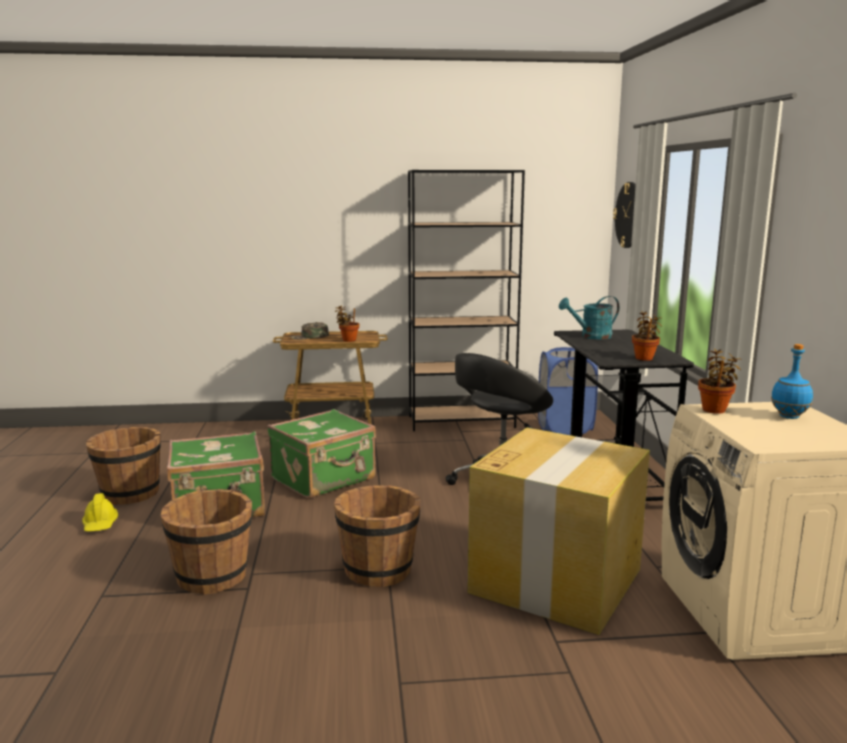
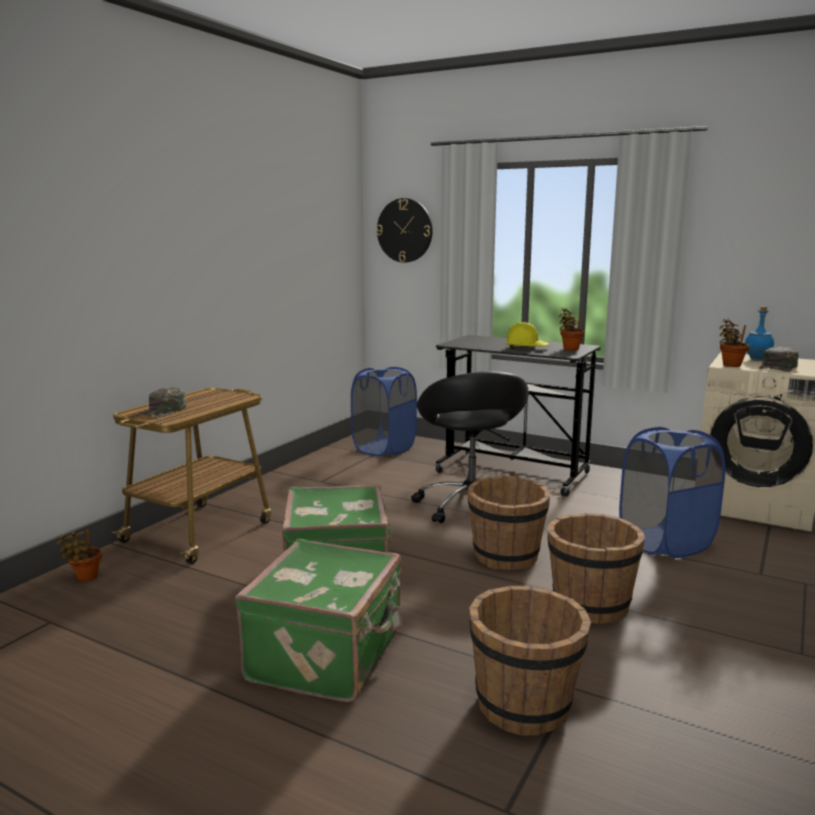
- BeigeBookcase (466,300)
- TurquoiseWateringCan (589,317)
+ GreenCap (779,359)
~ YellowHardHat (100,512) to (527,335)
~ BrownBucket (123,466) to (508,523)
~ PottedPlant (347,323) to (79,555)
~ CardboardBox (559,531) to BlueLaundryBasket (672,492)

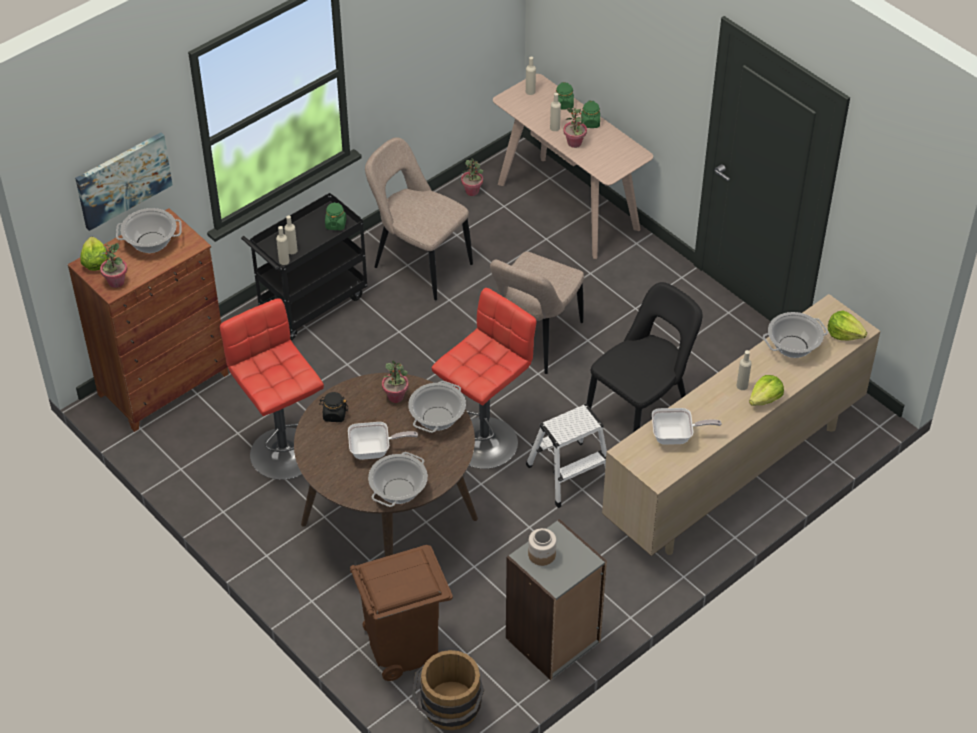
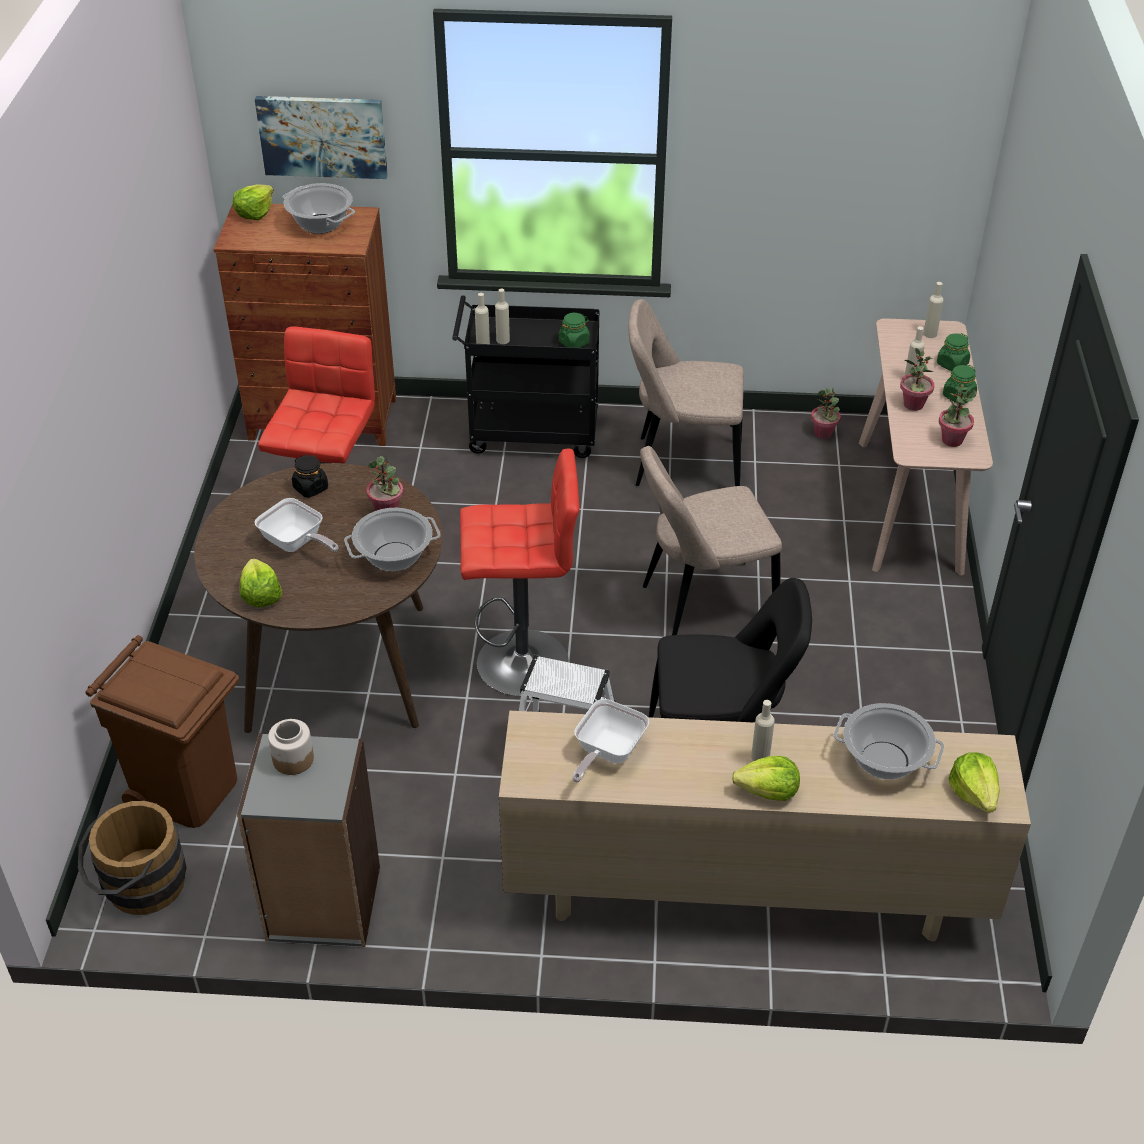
~ PottedPlant (113,265) to (957,415)
~ CookingPot (398,479) to Lettuce (261,582)
~ BeigeChair (419,218) = (686,392) 75 degrees counterclockwise
~ FryingPan (687,426) = (610,741) 75 degrees clockwise

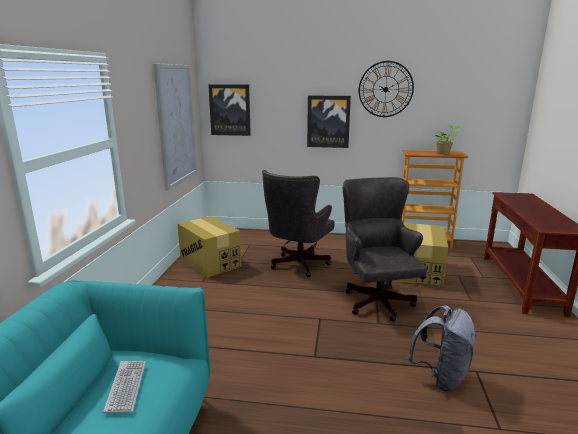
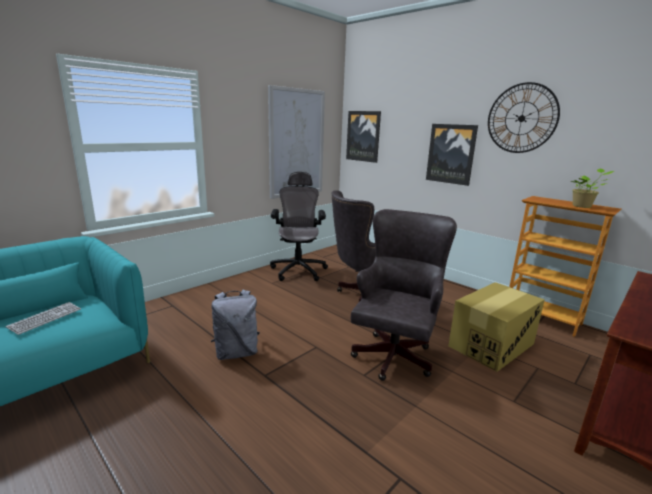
~ GreyBackpack (442,348) to (235,325)
~ CardboardBox (209,247) to OfficeChair (299,226)

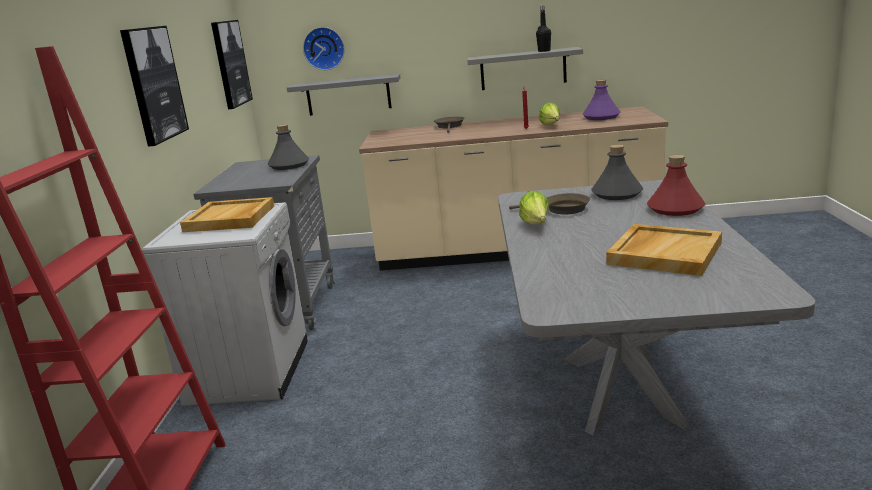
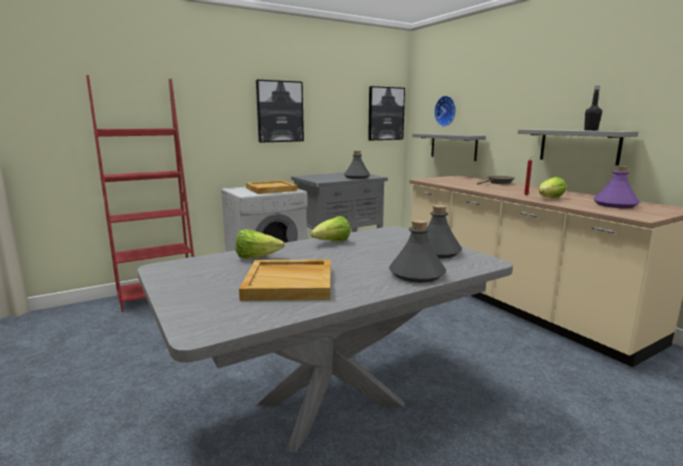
- BrownFryingPan (549,203)
+ Lettuce (260,243)
~ RedBottle (676,185) to GreyBottle (417,251)

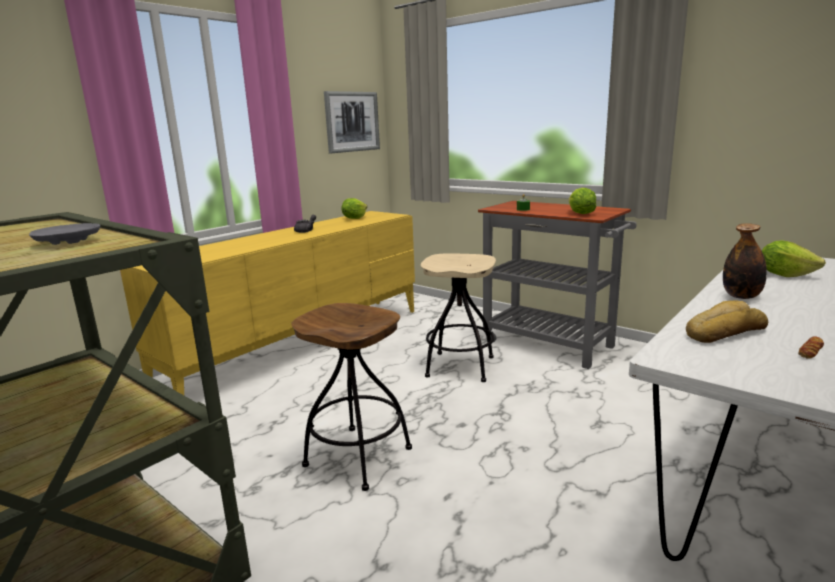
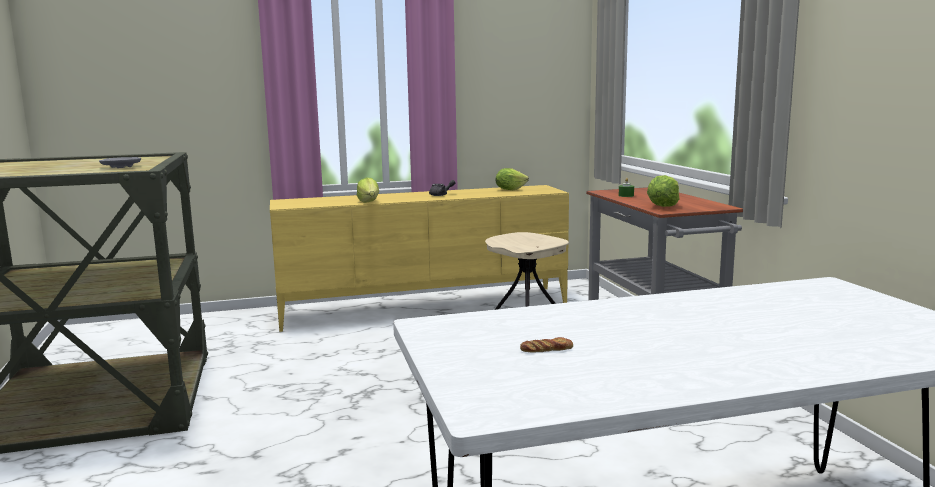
- BrownStool (351,397)
- Picture (352,122)
- Bread (727,321)
- Bottle (745,261)
~ Lettuce (794,258) to (368,190)

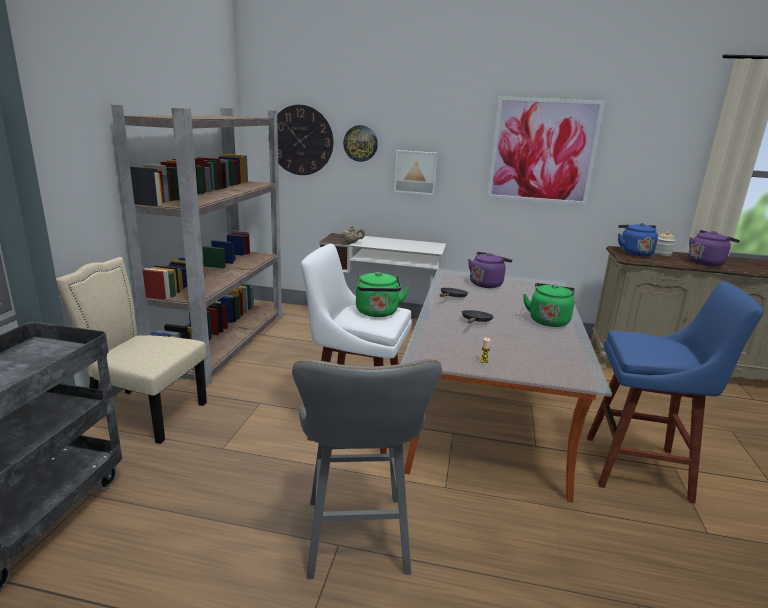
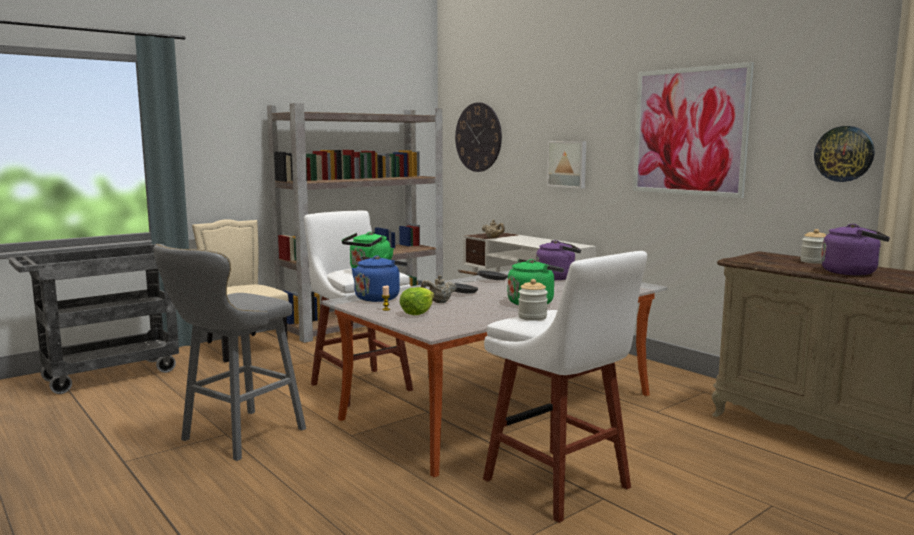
+ Lettuce (416,301)
+ BeigeTeapot (439,289)
+ Jar (533,300)
~ WallClock (360,143) to (844,154)
~ BlueKettle (638,240) to (379,278)
~ BlueStool (675,392) to WhiteStool (565,387)

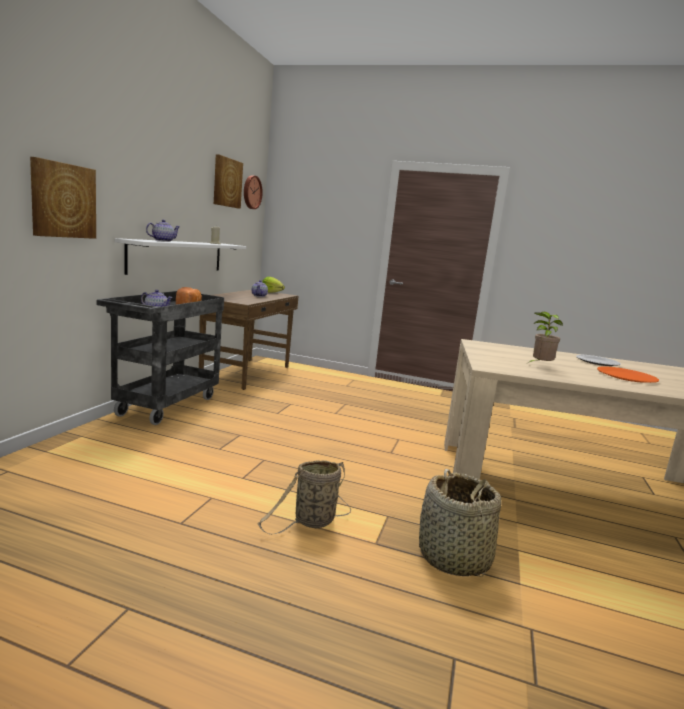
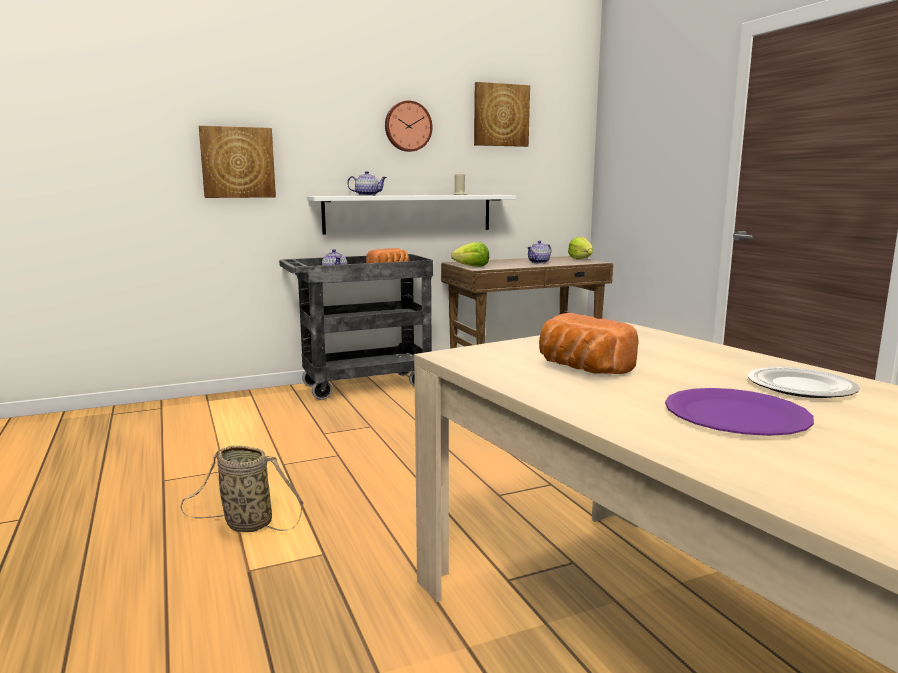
- Basket (460,523)
+ Lettuce (470,254)
~ WallClock (253,192) to (408,126)
~ PottedPlant (545,337) to Bread (589,343)
~ OrangePlate (628,374) to PurplePlate (739,412)

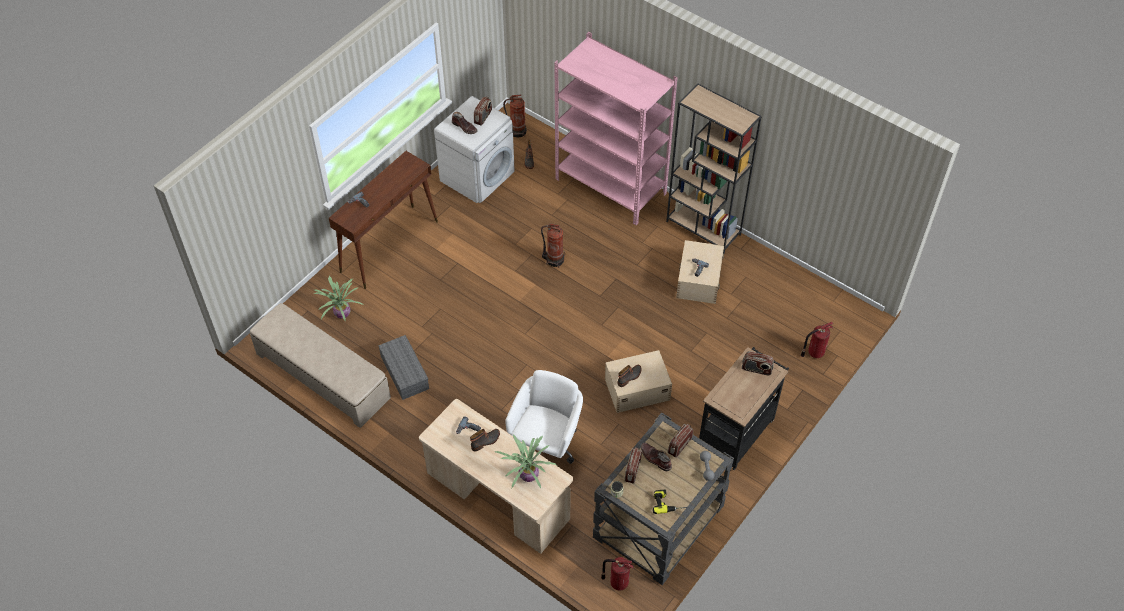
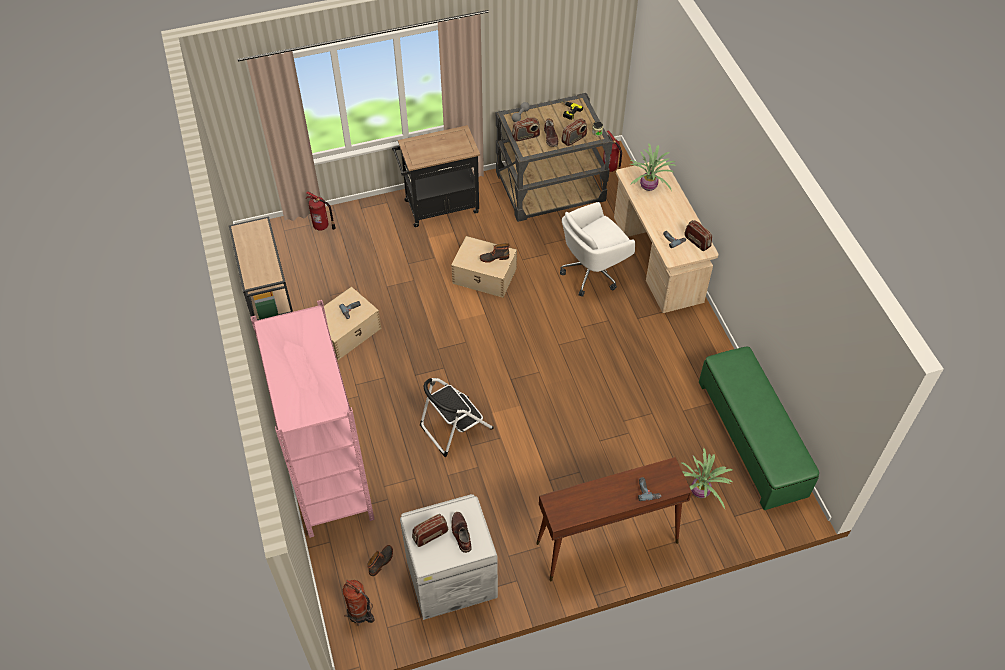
- GreyStorageBox (403,367)
- Boot (485,440)
~ Radio (758,363) to (698,235)
~ FireExtinguisher (553,246) to StepLadder (457,417)
~ BeigeBench (320,365) to GreenBench (759,428)

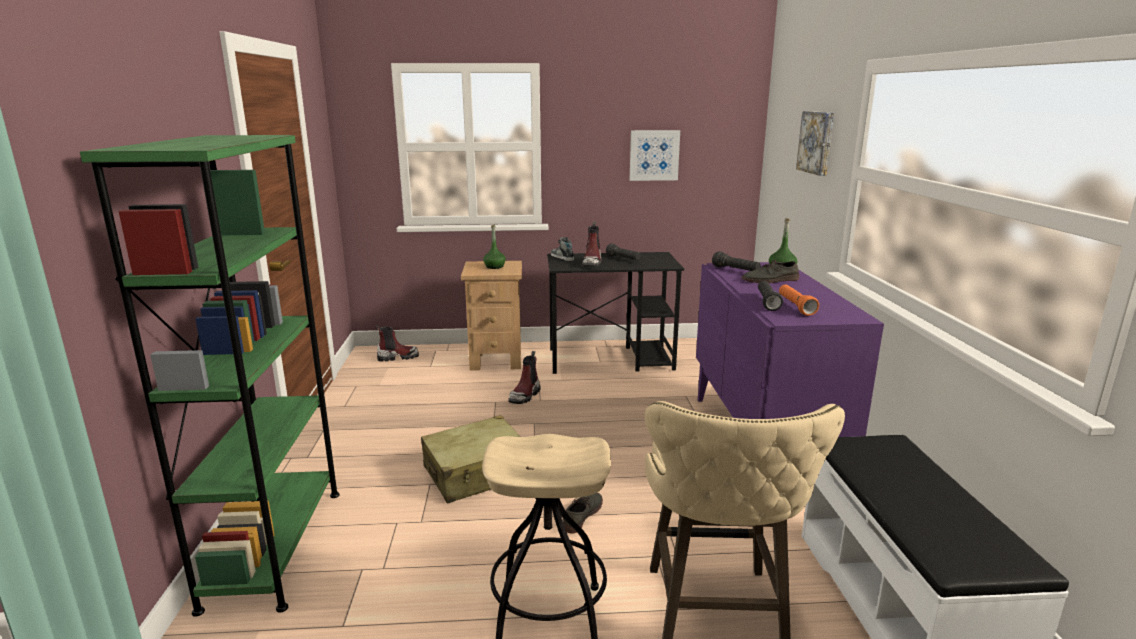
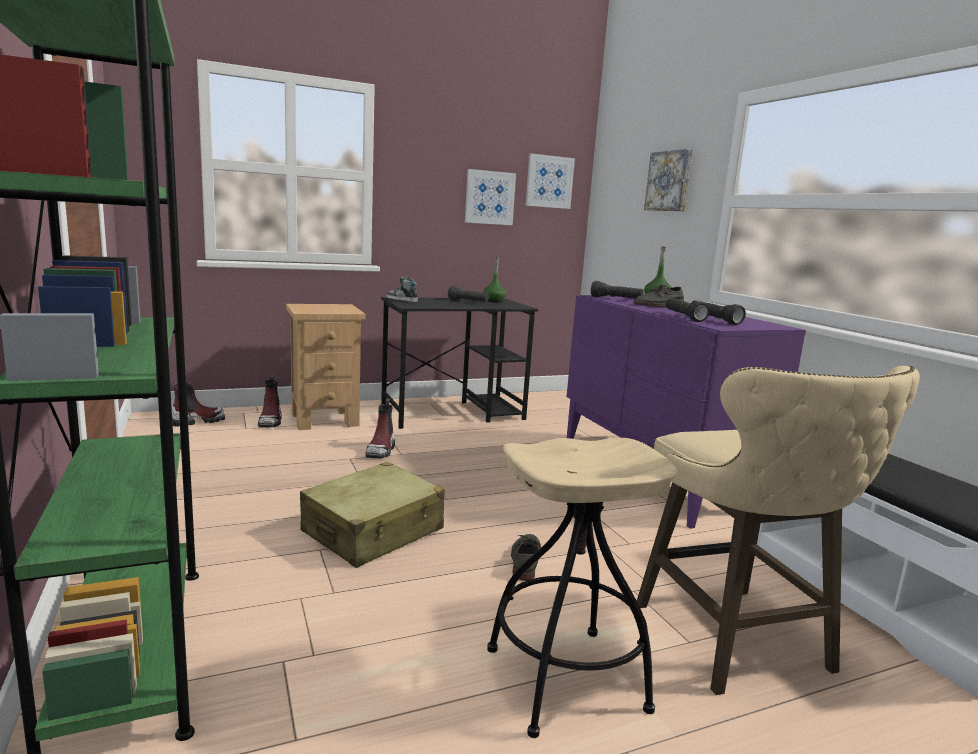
+ Picture (550,181)
~ GreenBottle (494,247) to (494,279)
~ Boot (591,244) to (270,401)
~ OrangeFlashlight (799,300) to BlackFlashlight (718,312)

